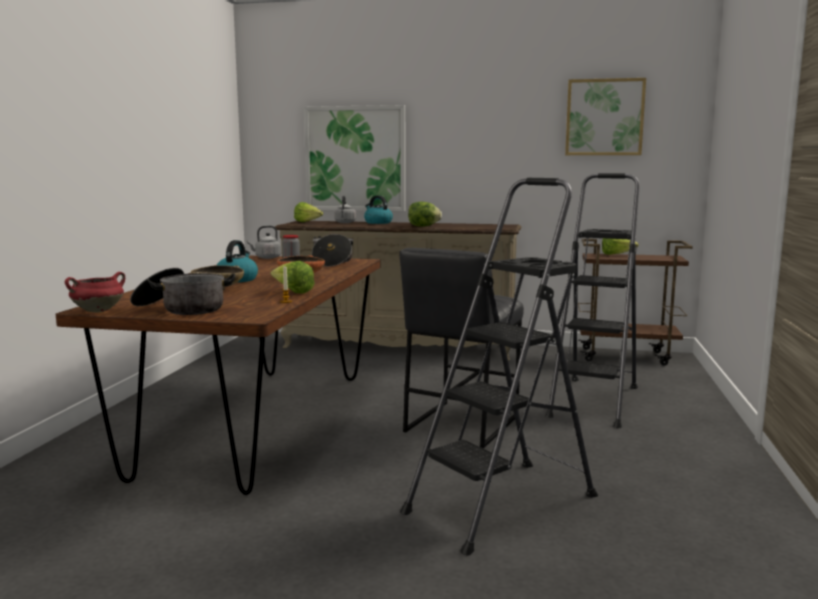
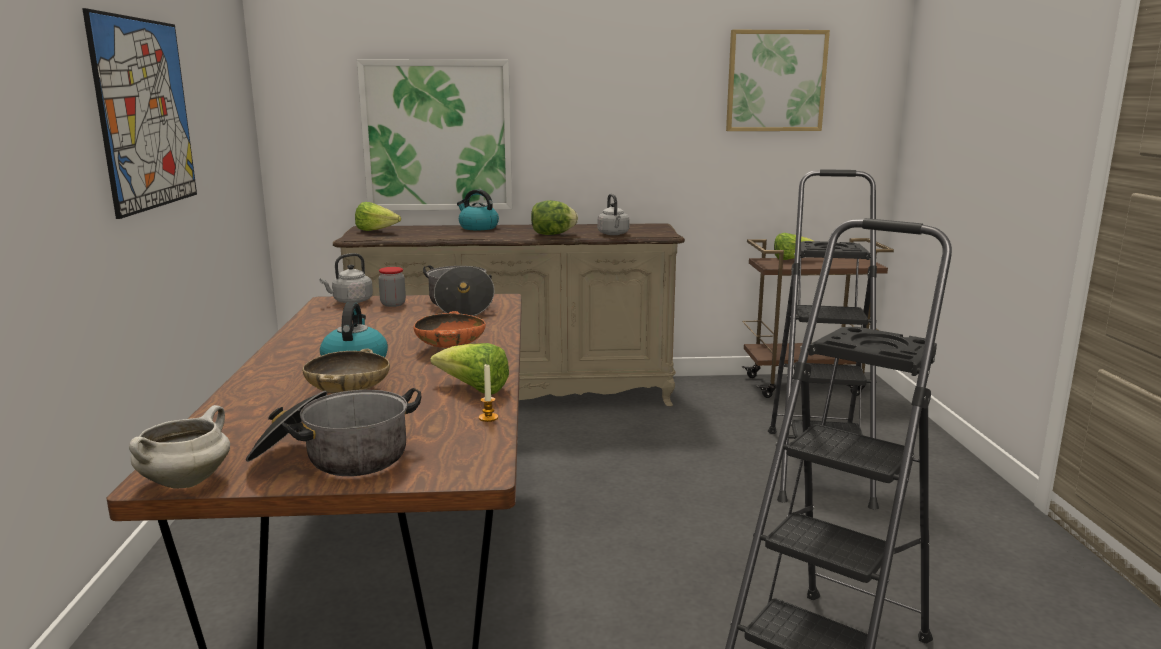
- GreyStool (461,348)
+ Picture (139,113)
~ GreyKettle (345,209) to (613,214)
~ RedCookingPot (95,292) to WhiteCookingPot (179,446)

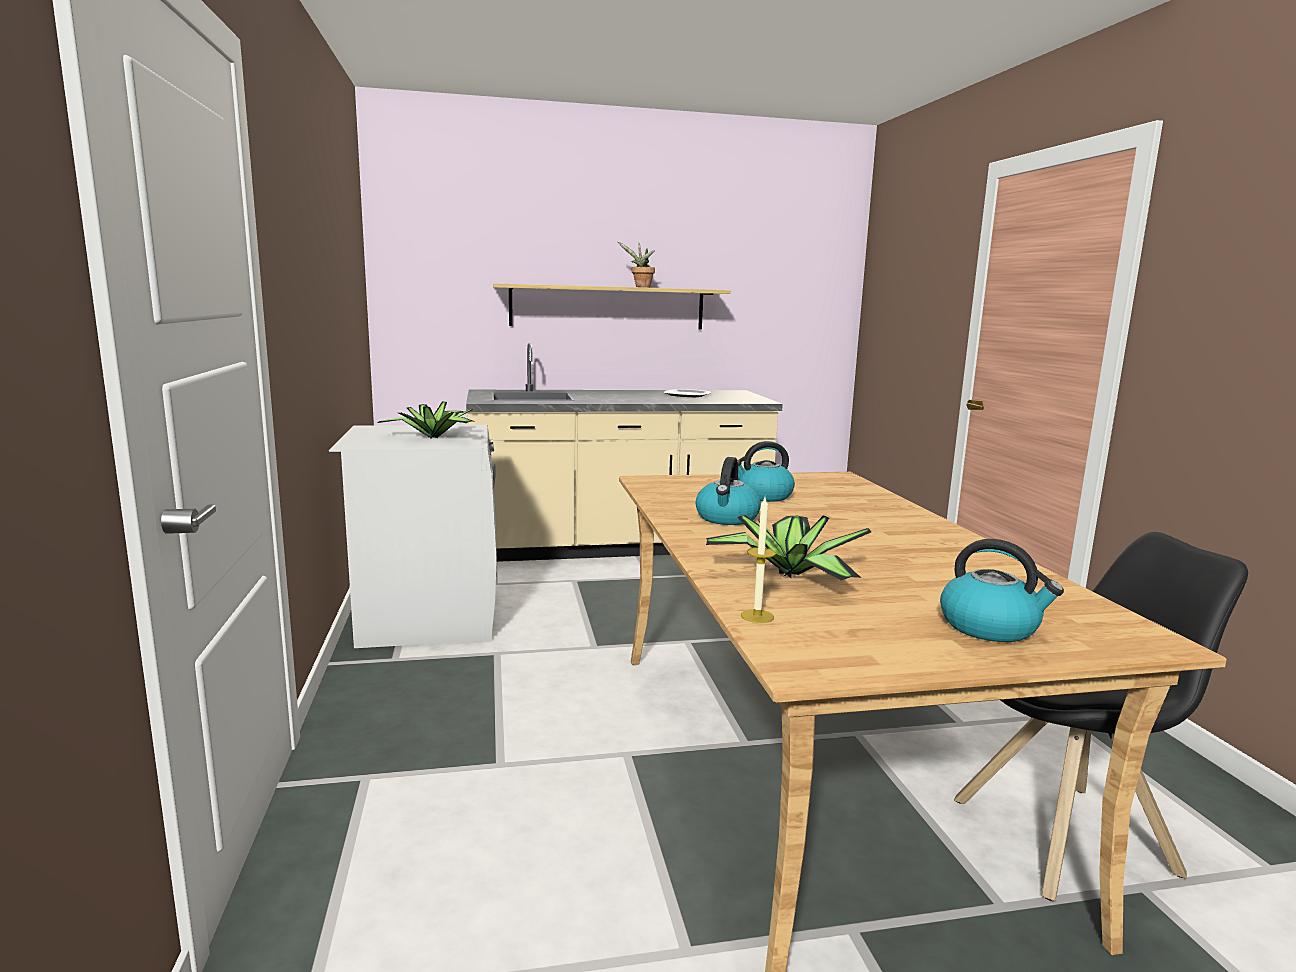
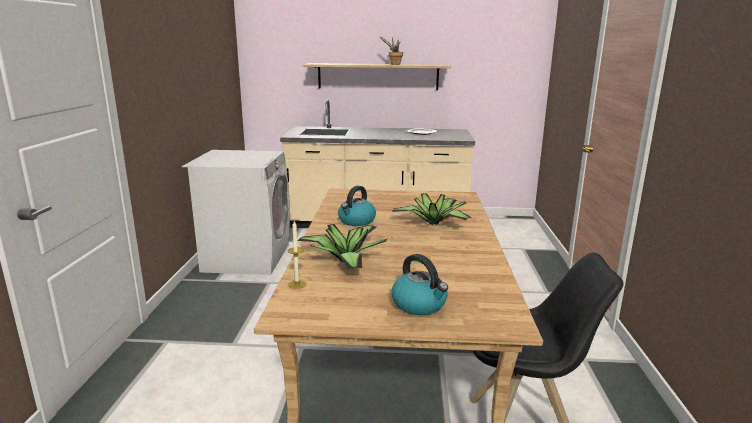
- Kettle (766,471)
~ PottedPlant (426,420) to (432,209)

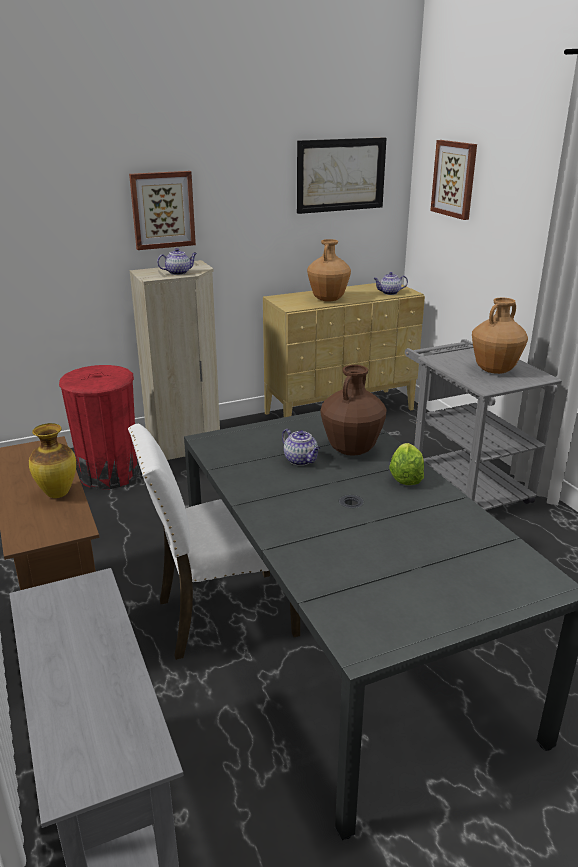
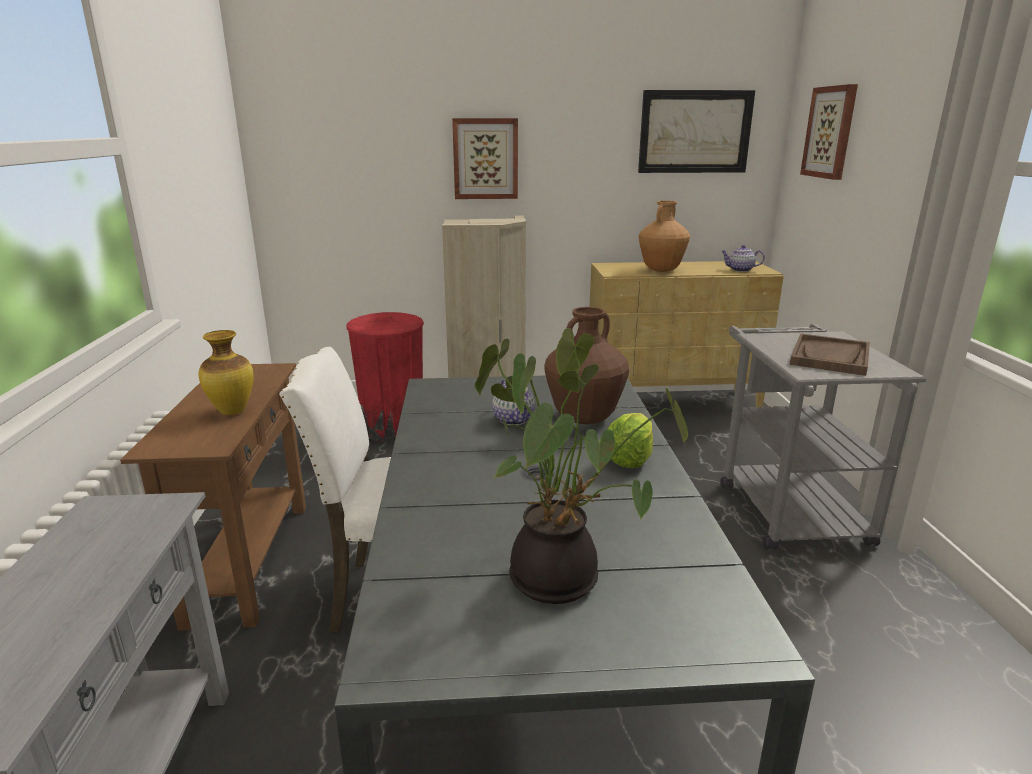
- Teapot (177,261)
+ PottedPlant (581,466)
~ BrownVase (500,335) to BrownTray (830,354)

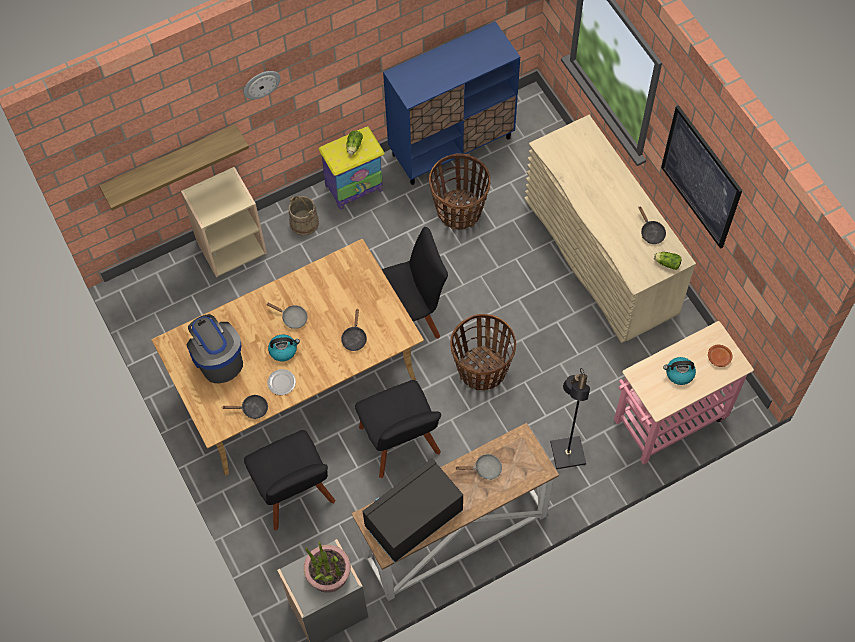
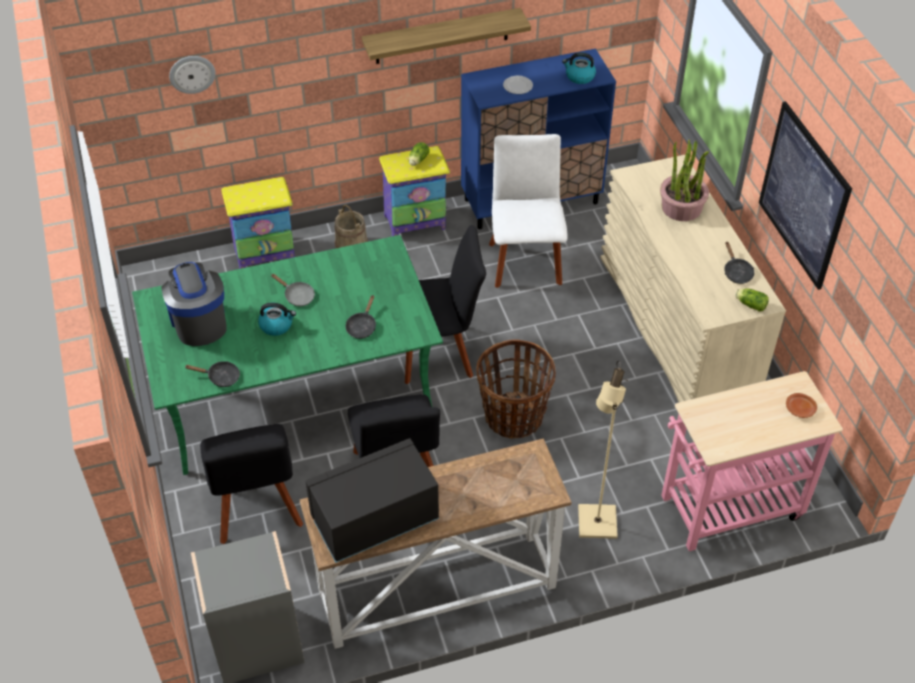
- GreyFryingPan (478,467)
~ Shelf (174,167) to (446,36)
~ WallClock (262,85) to (192,75)
~ Plate (281,382) to (518,85)
~ PottedPlant (327,567) to (684,180)
~ Kettle (679,371) to (579,68)
~ BeigeBookcase (224,222) to Nightstand (258,223)
~ Basket (460,191) to WhiteChair (528,211)
~ BeigeDiningTable (288,357) to GreenDiningTable (287,355)
~ BlackFloorLamp (570,418) to BeigeFloorLamp (603,450)

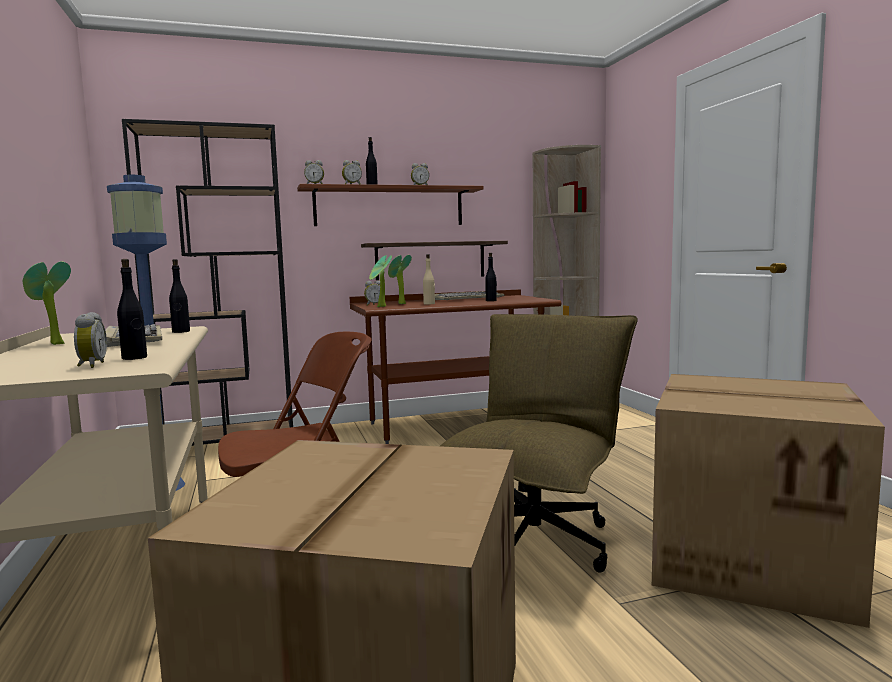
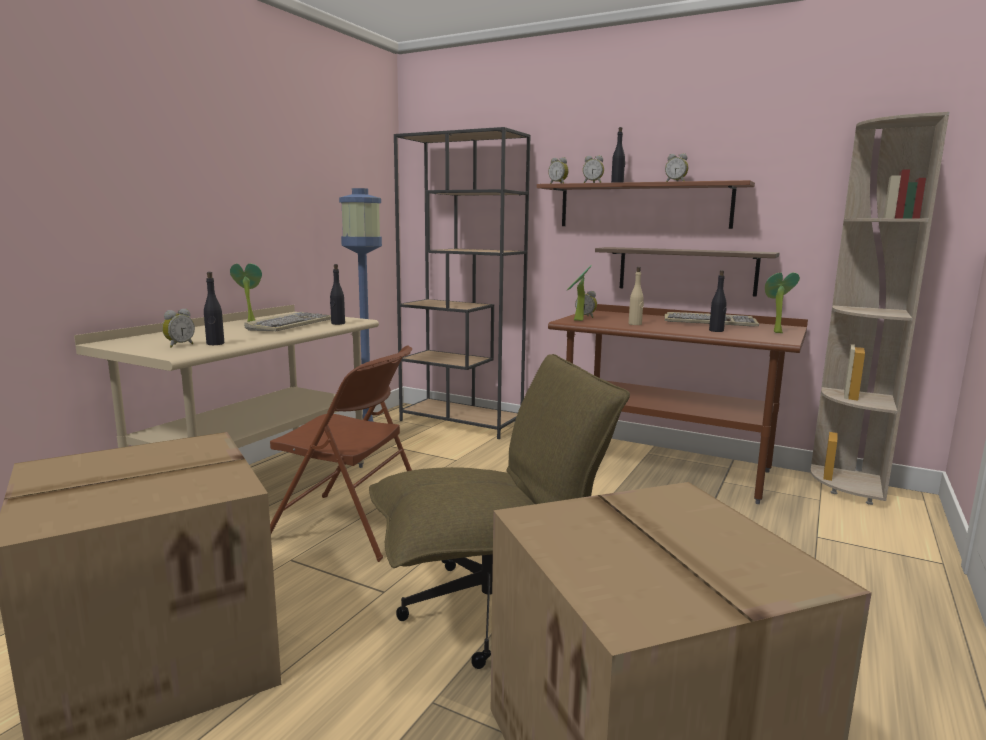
~ PottedPlant (400,279) to (782,302)

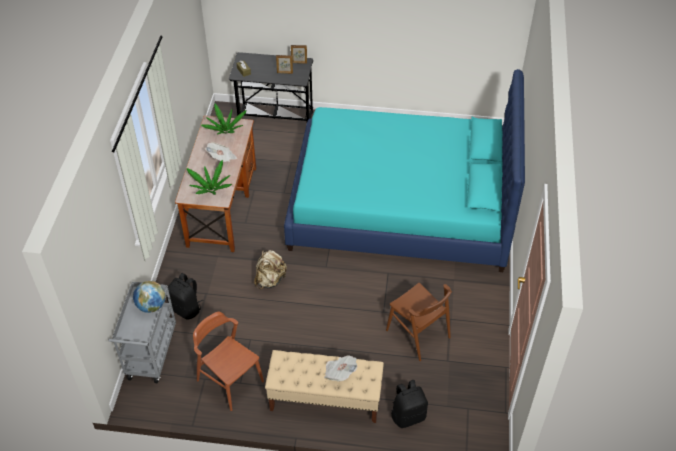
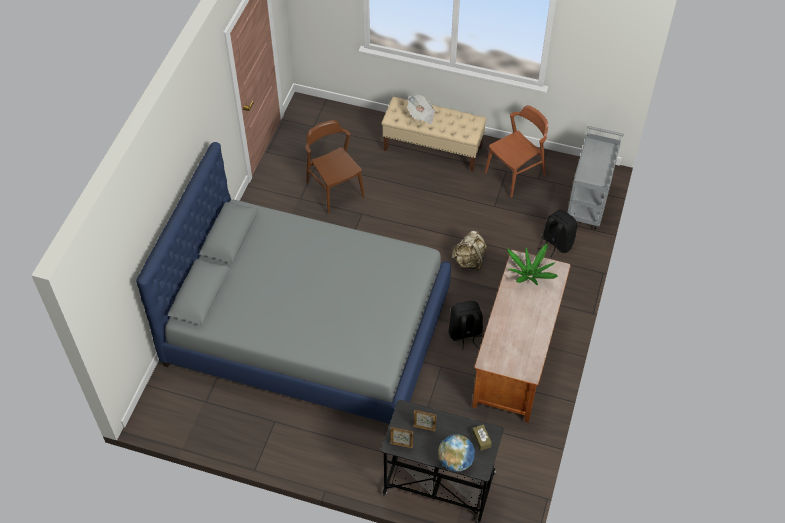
- PottedPlant (224,119)
- Newspaper (221,152)
~ Globe (149,297) to (456,453)
~ BlackBackpack (409,404) to (465,325)
~ TurquoiseBed (404,170) to GreyBed (293,283)
~ BrownChair (228,361) = (516,151) 90 degrees counterclockwise

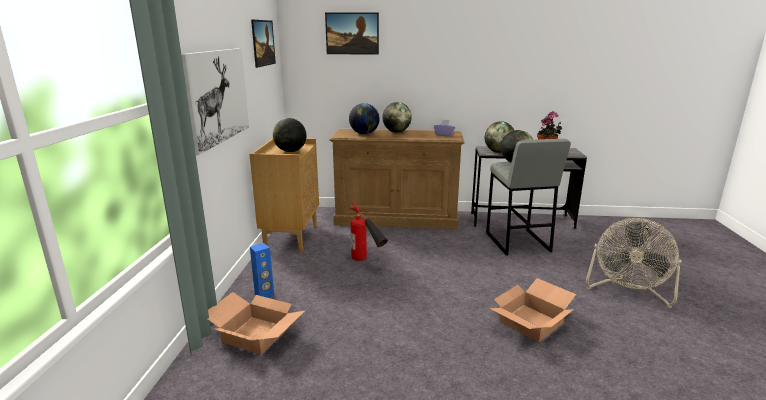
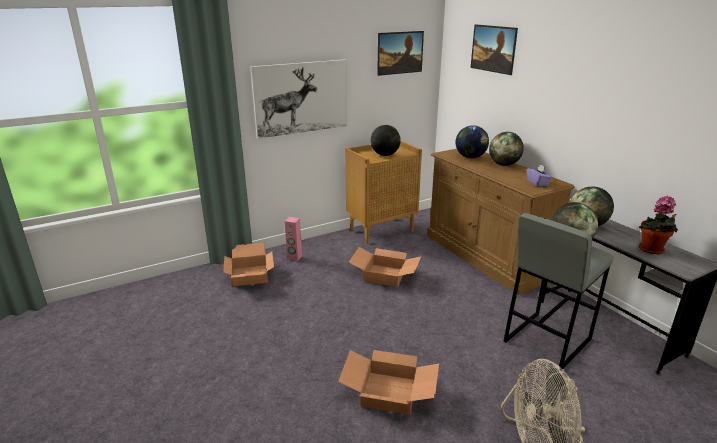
~ FireExtinguisher (369,231) to CardboardBox (385,267)
~ BlueSpeaker (262,270) to PinkSpeaker (293,239)

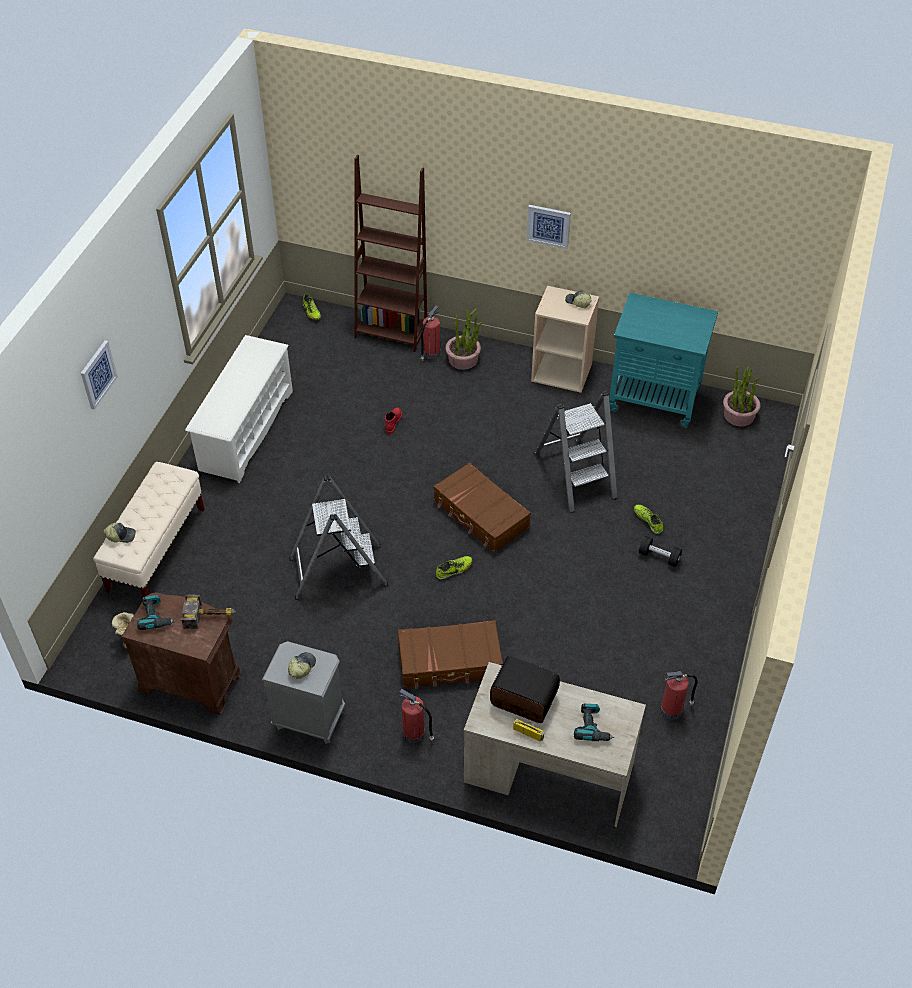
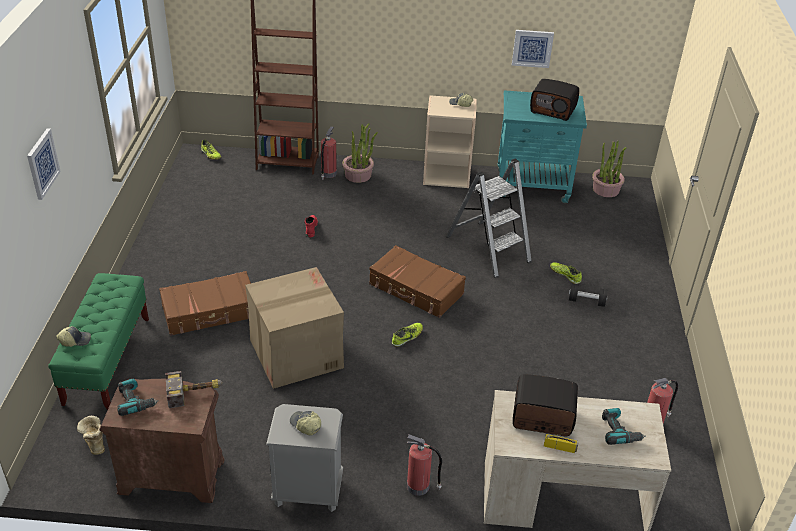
- WhiteShoeRack (239,409)
+ Radio (554,100)
~ BrownSuitcase (450,654) to (205,303)
~ Picture (549,227) to (533,49)
~ GreyStepLadder (338,537) to CardboardBox (294,328)
~ BeigeBench (149,529) to GreenBench (98,341)
~ Cap (302,665) = (305,423) 60 degrees counterclockwise

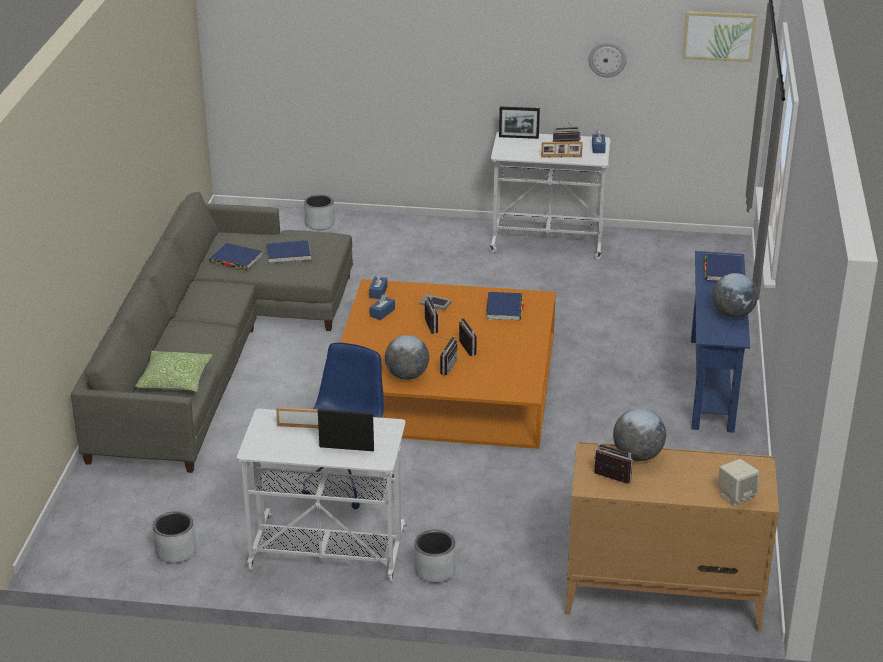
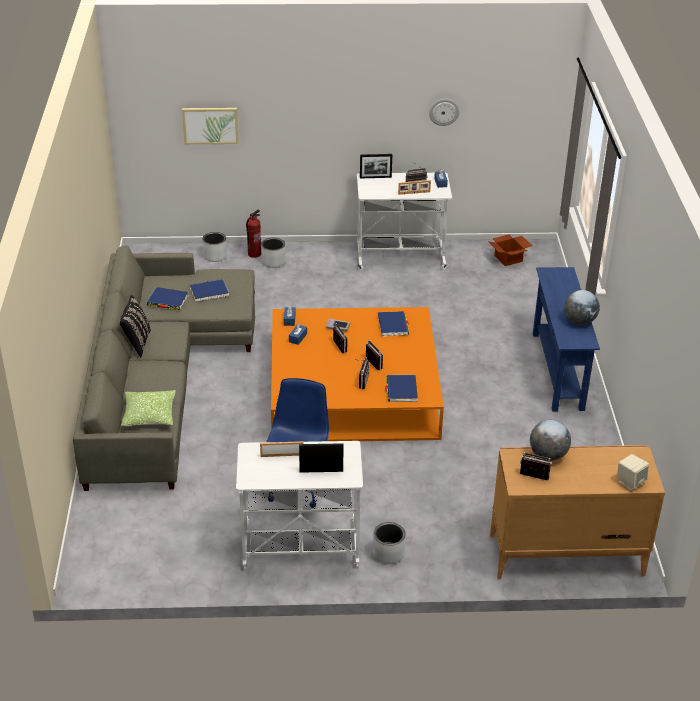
- Globe (407,357)
+ BlackPillow (135,326)
+ FireExtinguisher (253,233)
+ CardboardBox (510,250)
~ GreyPlanter (174,537) to (273,253)
~ Picture (719,36) to (210,126)
~ BlueBook (722,267) to (401,388)

